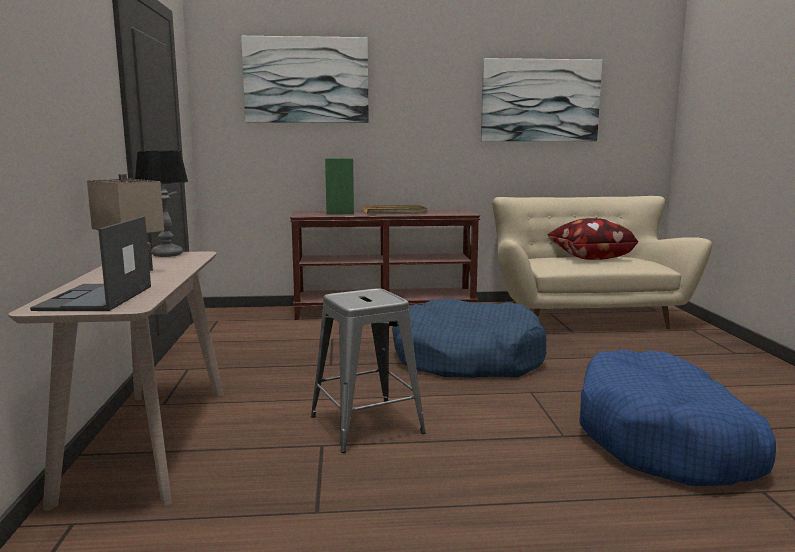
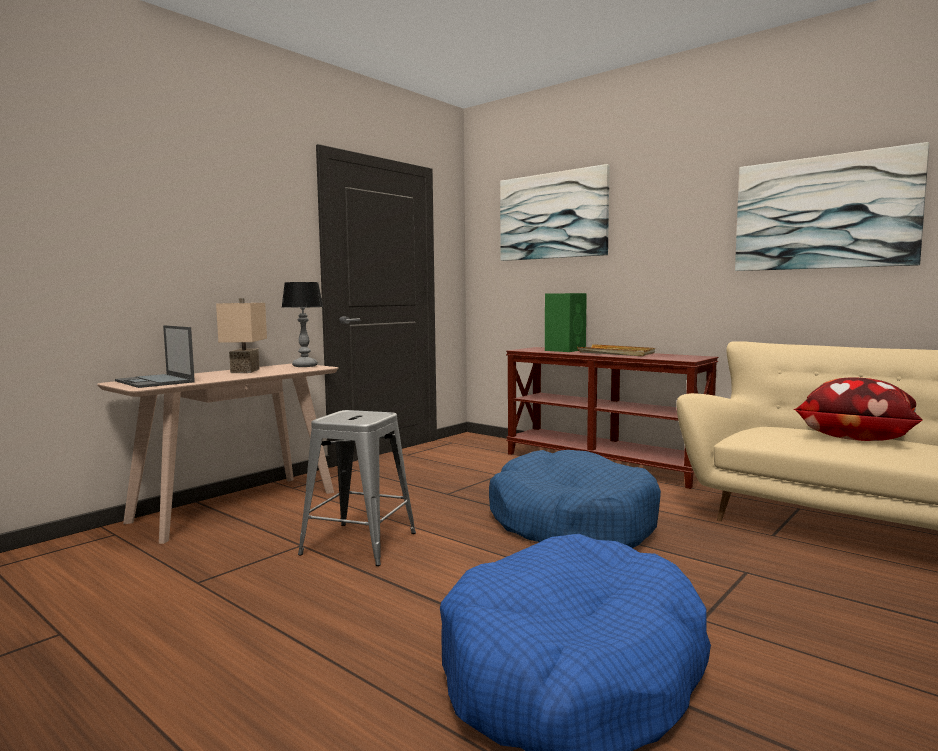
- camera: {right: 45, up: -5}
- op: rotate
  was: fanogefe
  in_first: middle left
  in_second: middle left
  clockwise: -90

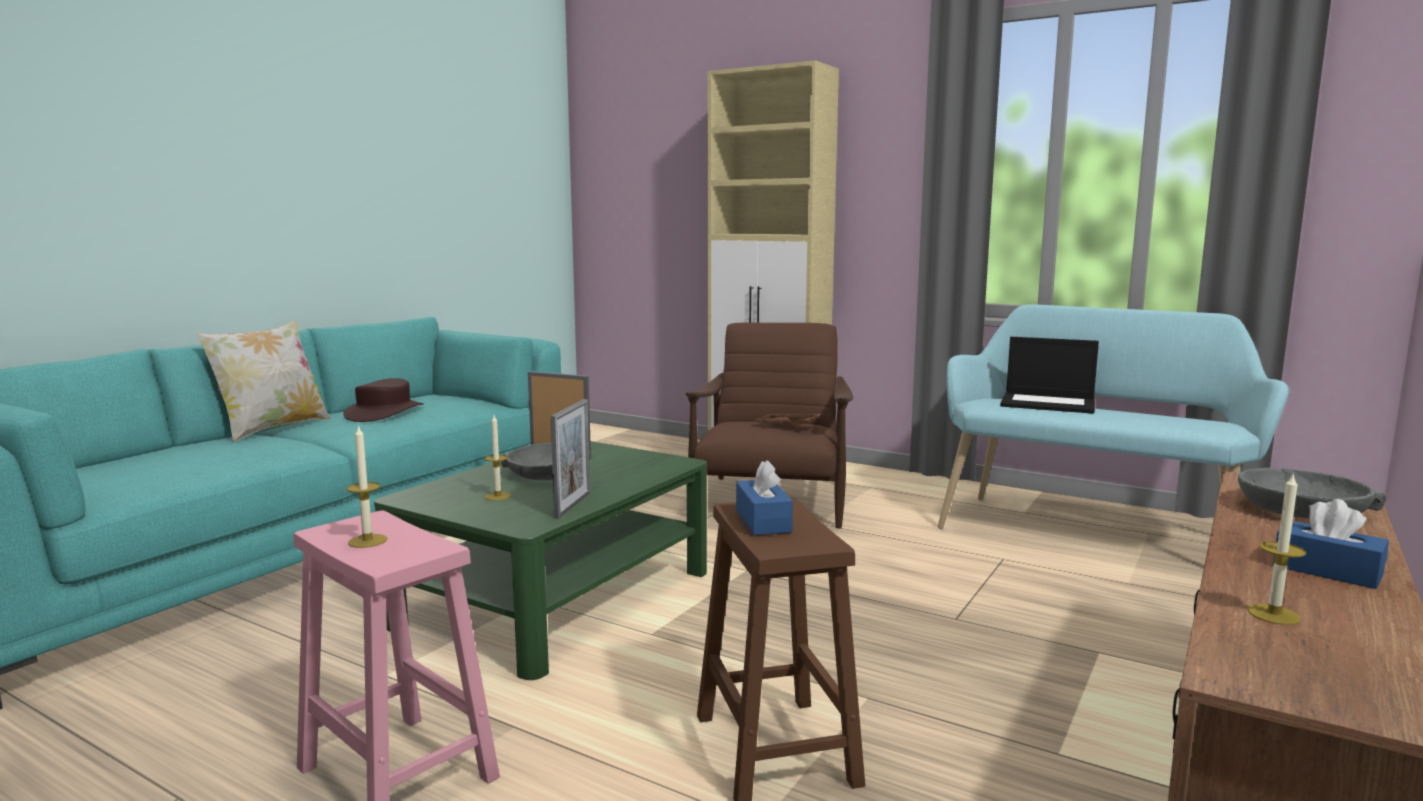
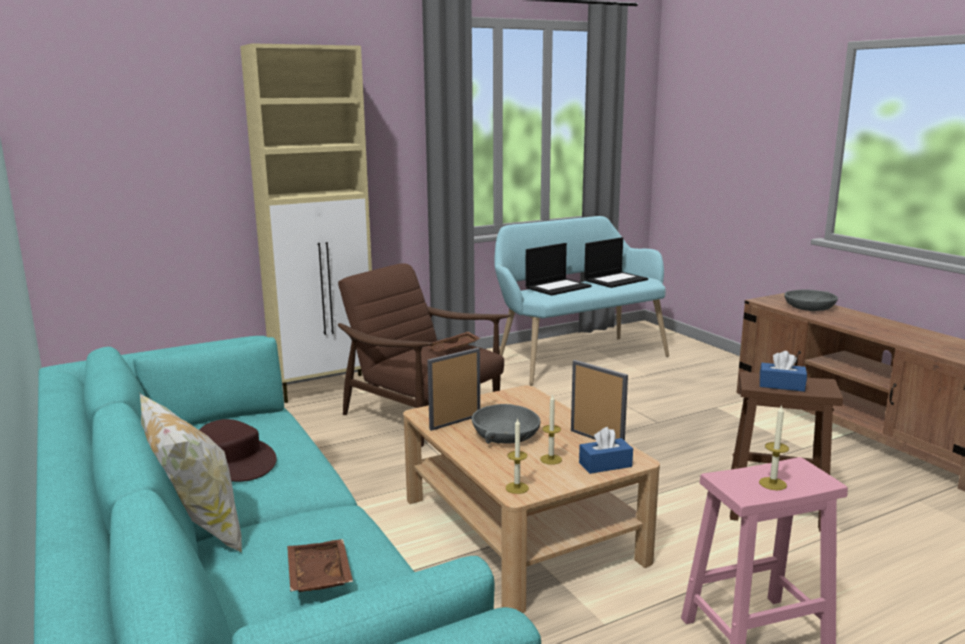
- camera: {right: -60, up: 5}
- op: insert
  now: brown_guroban (1st from left)
  in_second: bottom left
- op: insert
  now: fanogefe (2nd from left)
  in_second: centre
- op: move
  was: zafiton (3rd from left in the first image)
  now: zafiton (1st from left)
  in_first: bottom right
  in_second: bottom centre
- op: move
  was: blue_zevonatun (2nd from left in the first image)
  now: blue_zevonatun (1st from left)
  in_first: bottom right
  in_second: bottom centre
- op: recolor
  was: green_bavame
  now: beige_bavame
  in_first: bottom centre
  in_second: bottom centre

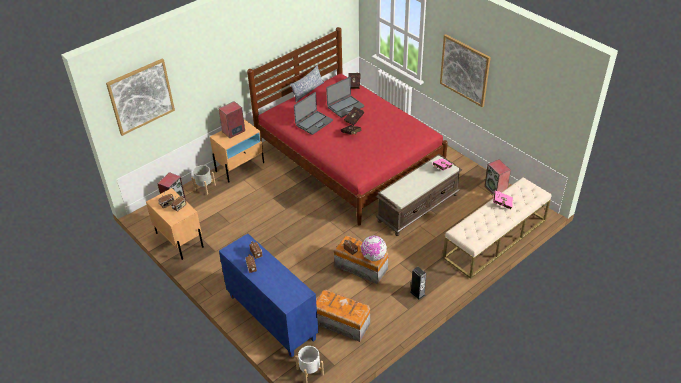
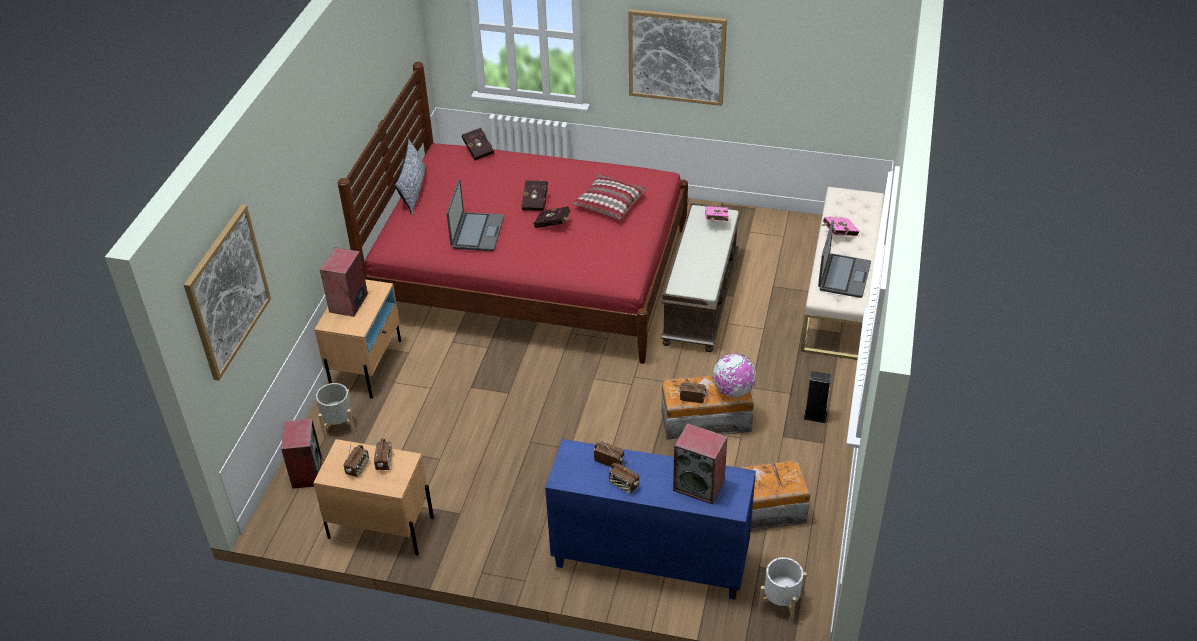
- camera: {right: -35, up: 0}
- op: insert
  now: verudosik (2nd from left)
  in_second: top centre
- op: move
  was: fanogefe (2nd from left)
  in_first: top centre
  in_second: middle right
- op: move
  was: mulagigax (4th from left in the first image)
  now: mulagigax (3rd from left)
  in_first: middle right
  in_second: bottom centre

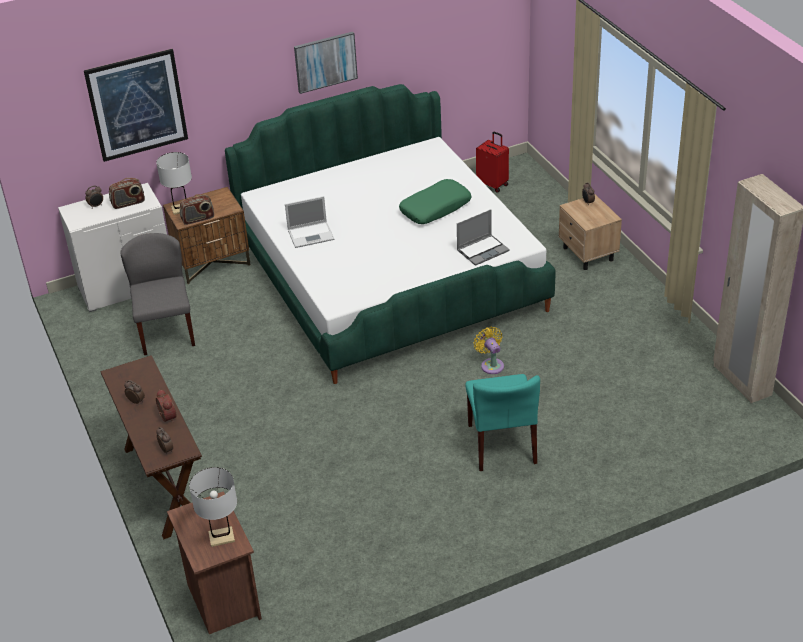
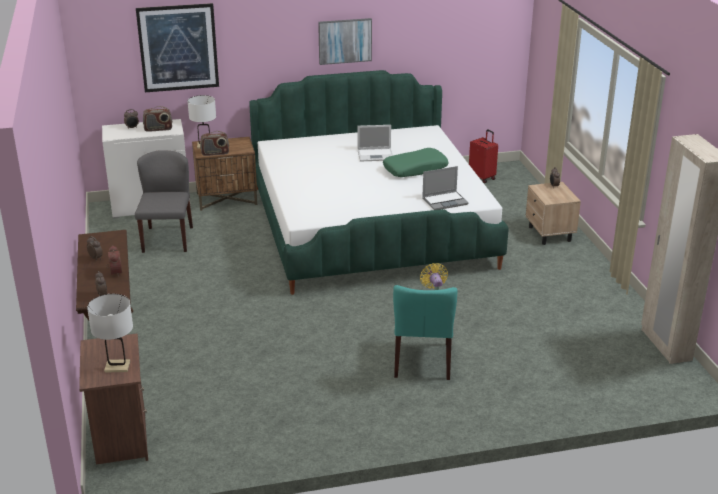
- camera: {right: 10, up: -10}
- op: move
  was: fanogefe (1st from left)
  in_first: centre
  in_second: top centre

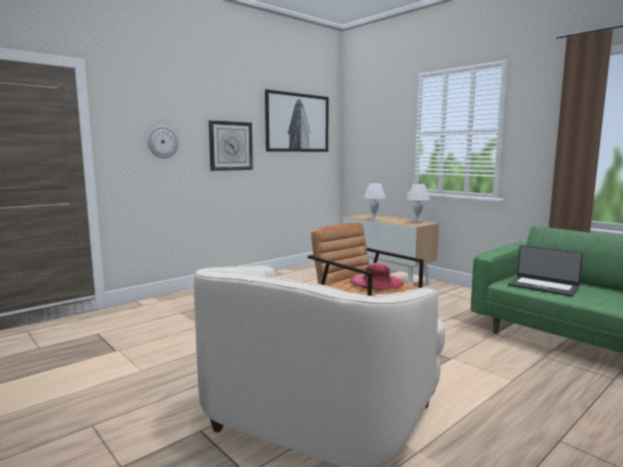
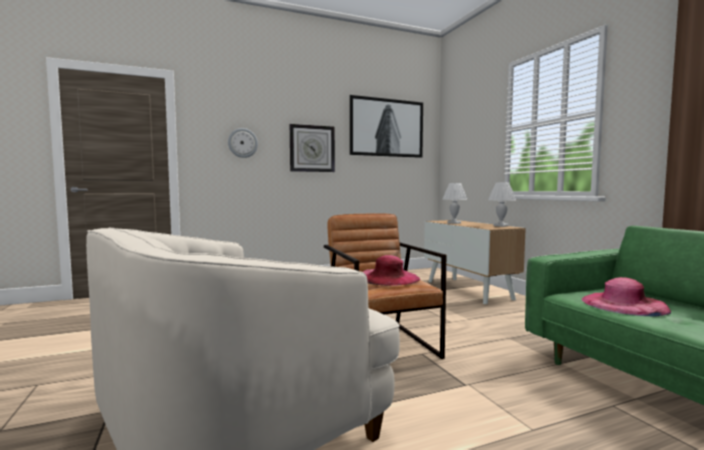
- camera: {right: 20, up: -5}
- op: replace
  was: fanogefe
  now: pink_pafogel (2nd from left)
  in_first: middle right
  in_second: middle right

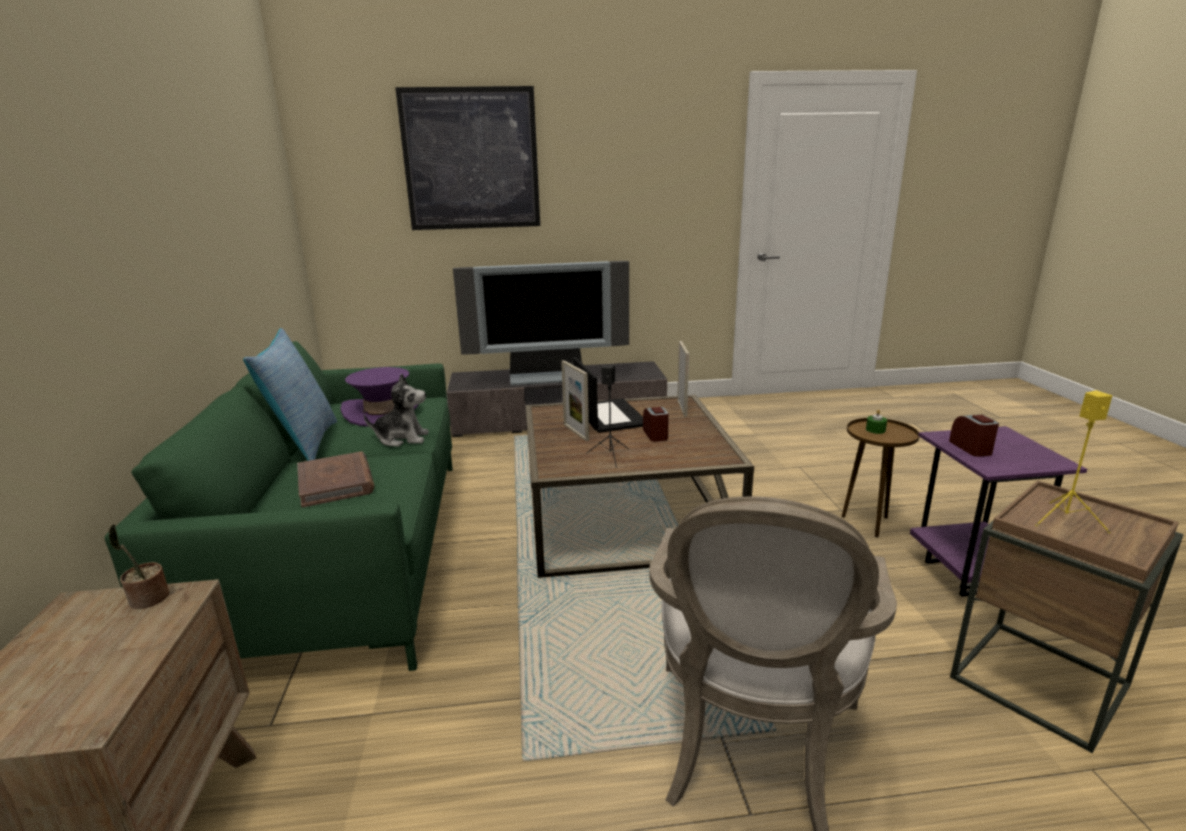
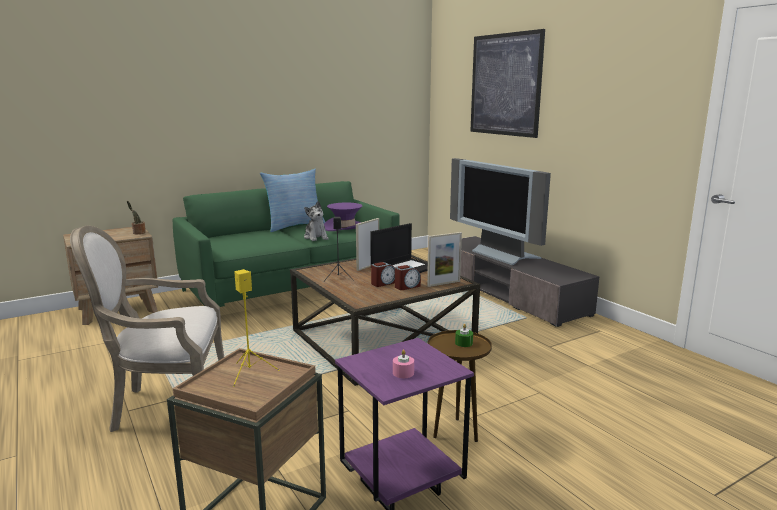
- camera: {right: 65, up: -5}
- op: delete
  was: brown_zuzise
  in_first: middle left
- op: insert
  now: pink_zafiton
  in_second: bottom centre
- op: move
  was: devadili (2nd from left)
  in_first: middle right
  in_second: centre

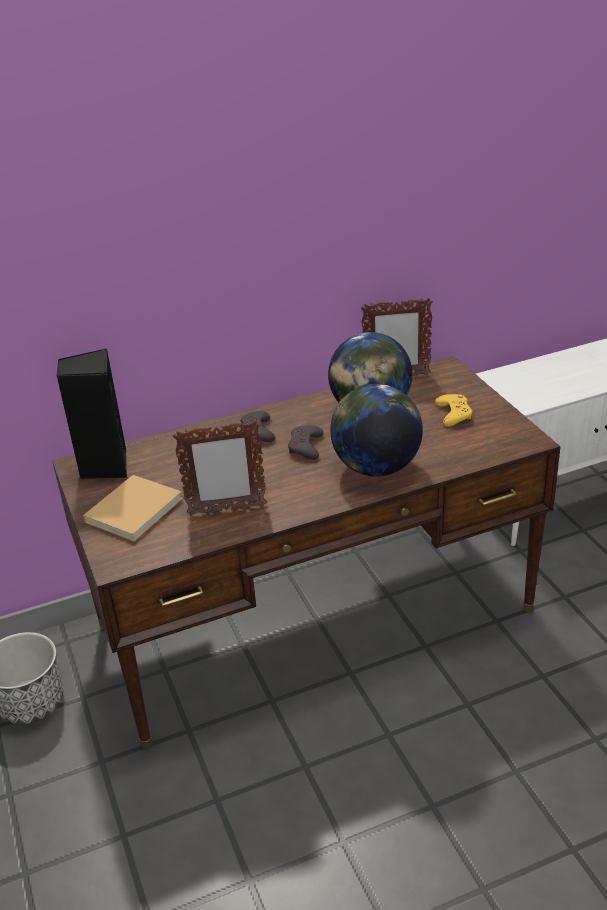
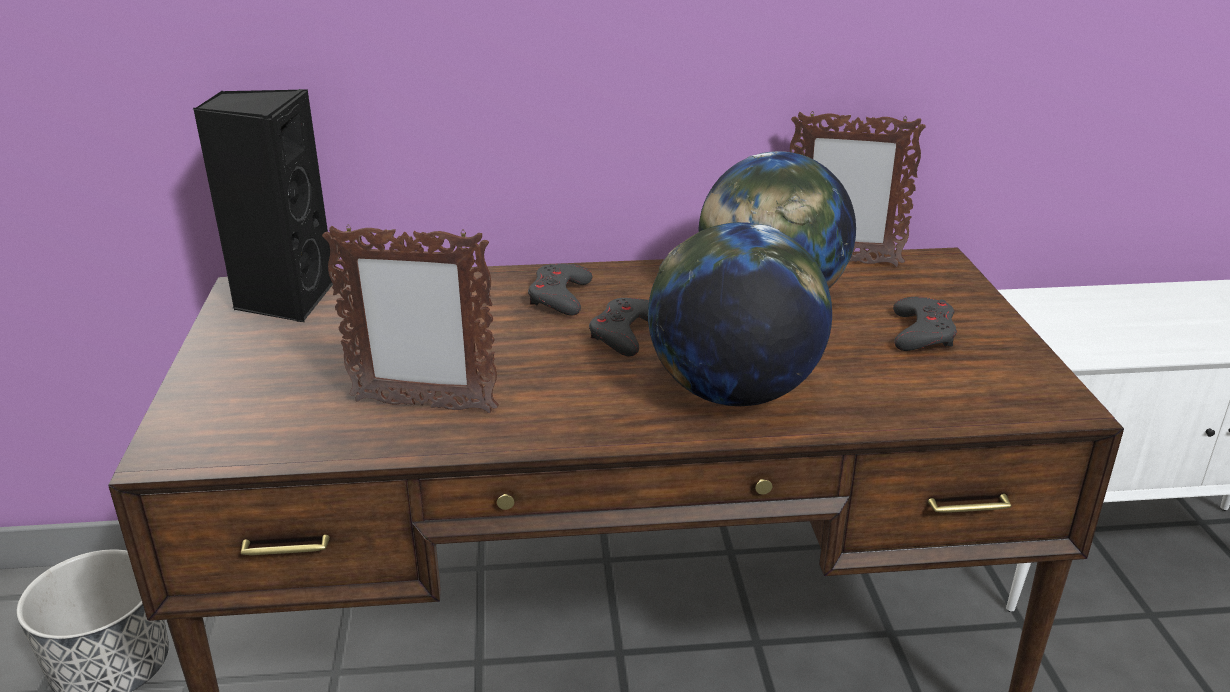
- camera: {right: 15, up: -5}
- op: delete
  was: beige_zuzise
  in_first: middle left
- op: recolor
  was: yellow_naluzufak
  now: grey_naluzufak (3rd from left)
  in_first: middle right
  in_second: middle right

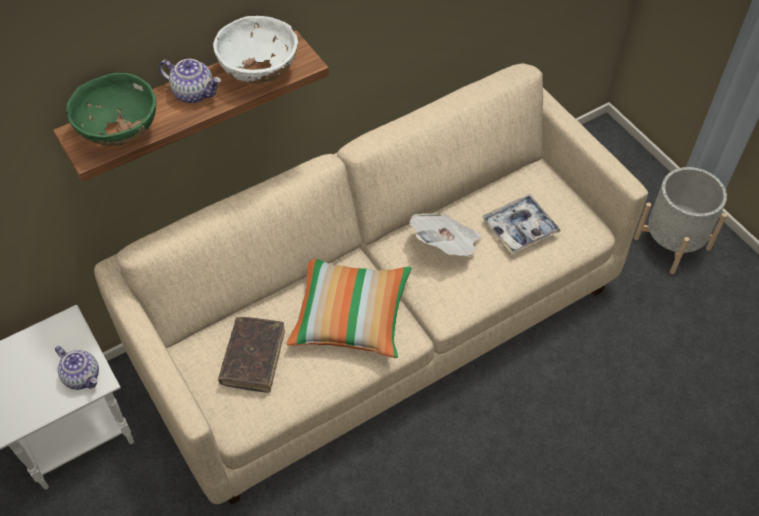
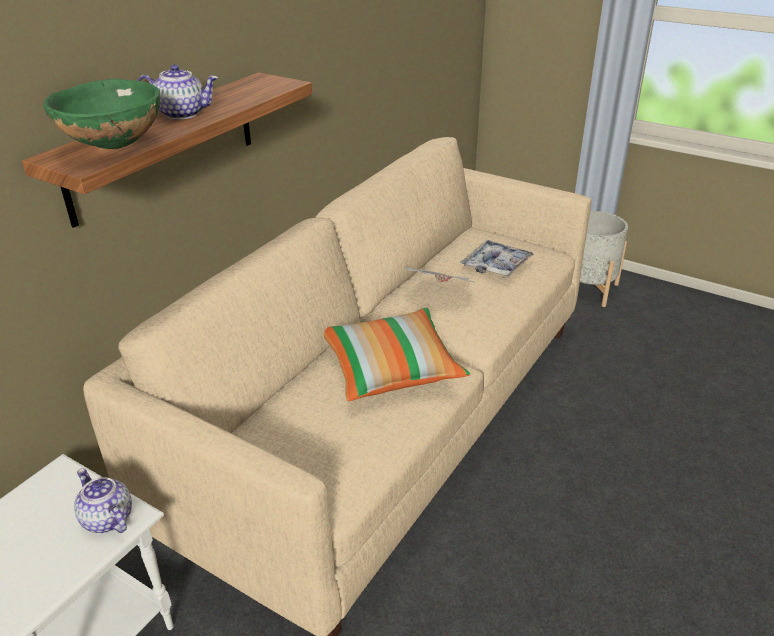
- camera: {right: -25, up: -20}
- op: delete
  was: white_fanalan
  in_first: top centre
- op: delete
  was: brown_zuzise
  in_first: bottom left
- op: rotate
  was: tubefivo (1st from left)
  in_first: bottom left
  in_second: bottom left
  clockwise: -150

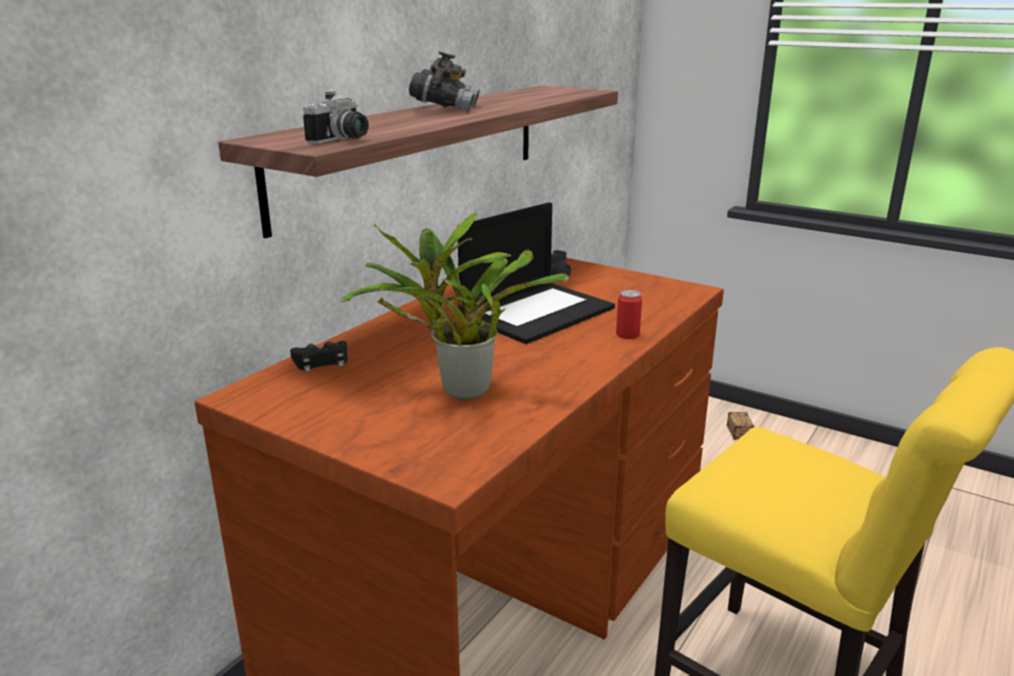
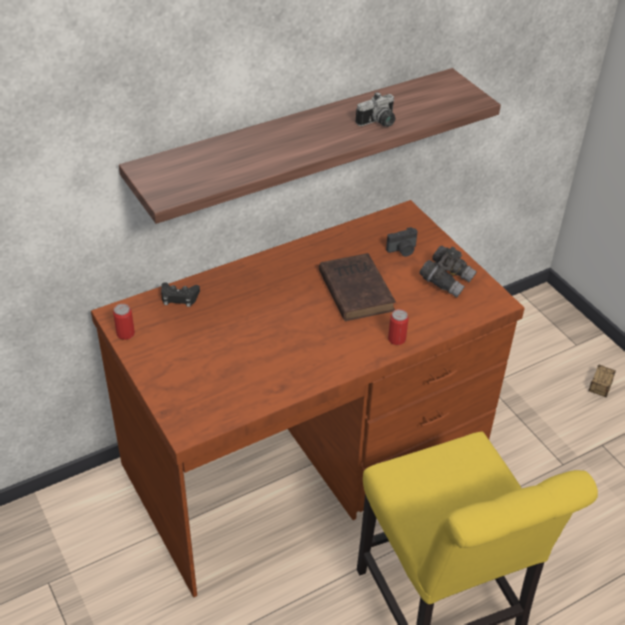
- camera: {right: 25, up: 20}
- op: delete
  was: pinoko
  in_first: centre
- op: insert
  now: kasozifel (1st from left)
  in_second: middle left
- op: move
  was: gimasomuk (1st from left)
  in_first: top left
  in_second: top centre
- op: move
  was: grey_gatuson
  in_first: top centre
  in_second: middle right
- op: replace
  was: fanogefe
  now: brown_zuzise
  in_first: centre
  in_second: centre

